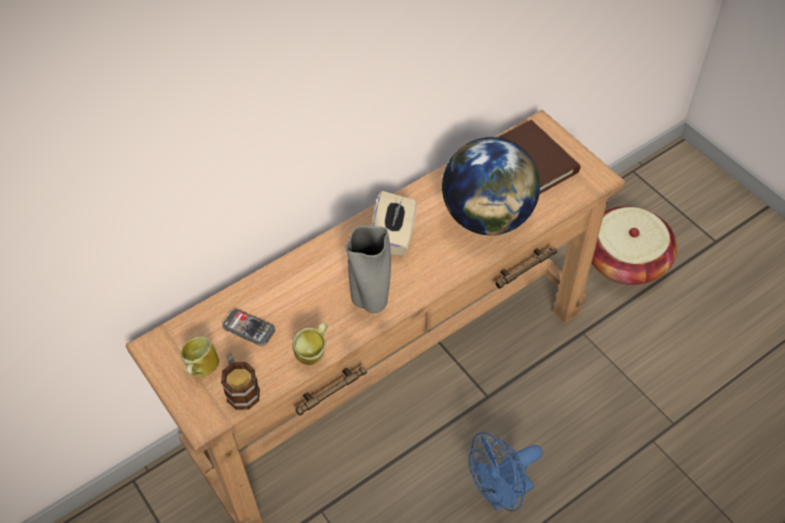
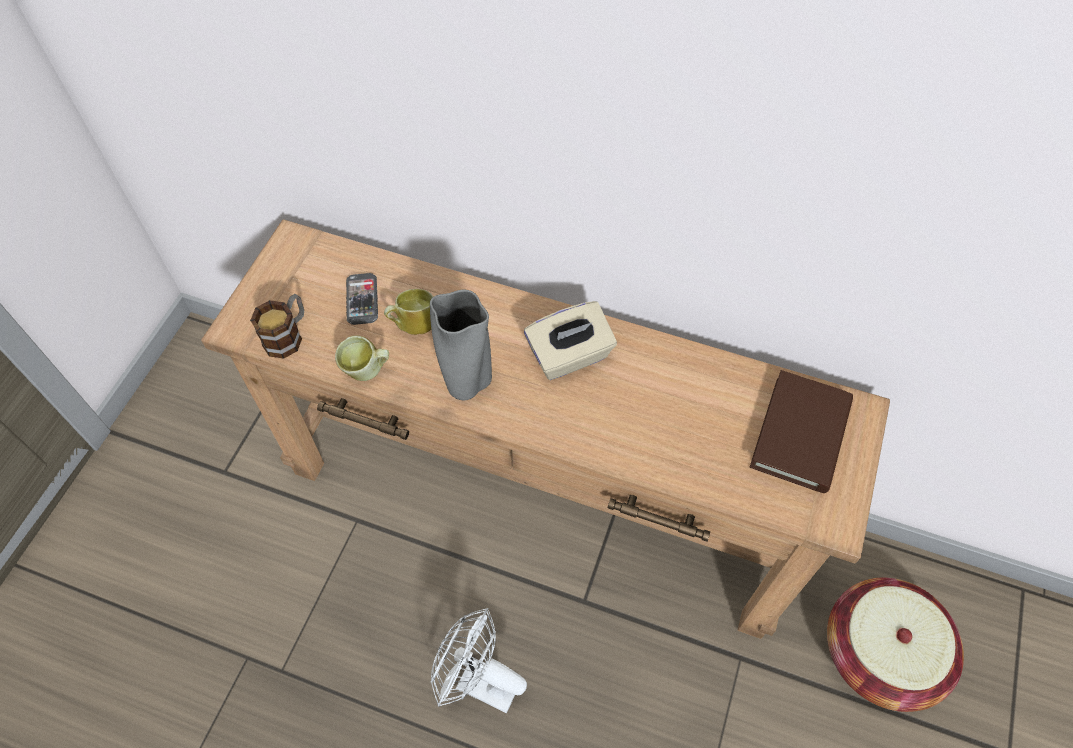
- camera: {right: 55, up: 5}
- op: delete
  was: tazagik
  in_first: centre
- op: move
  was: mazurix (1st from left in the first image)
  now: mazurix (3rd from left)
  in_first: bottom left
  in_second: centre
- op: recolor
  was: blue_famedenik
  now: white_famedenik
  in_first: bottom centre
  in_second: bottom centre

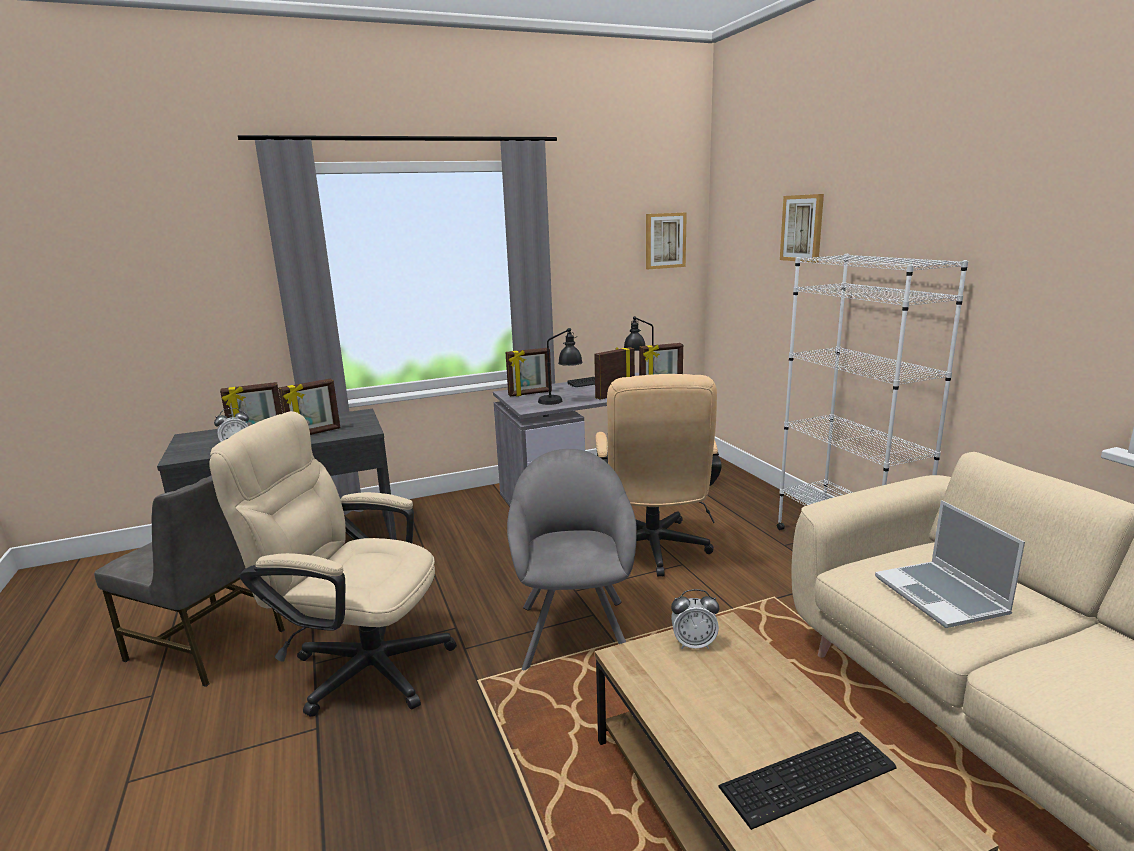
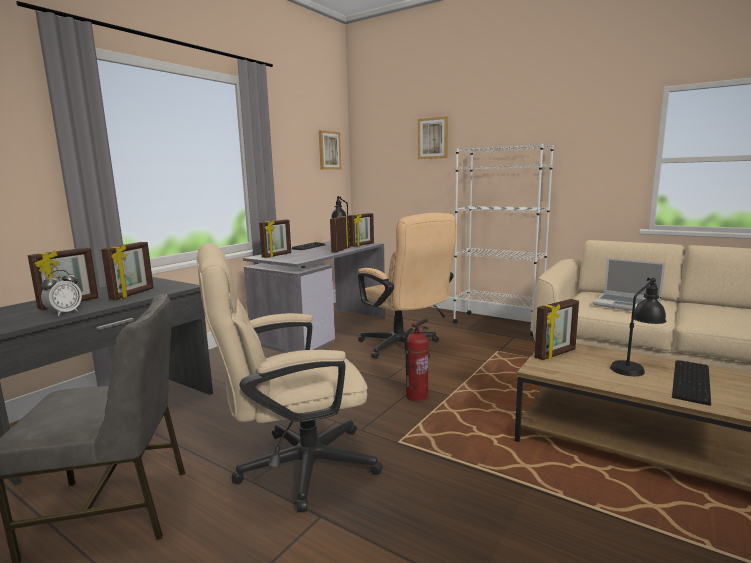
- camera: {right: -35, up: -5}
- op: move
  was: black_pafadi (1st from left in the first image)
  now: black_pafadi (2nd from left)
  in_first: centre
  in_second: middle right
- op: replace
  was: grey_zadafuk
  now: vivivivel
  in_first: centre
  in_second: centre
- op: replace
  was: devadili (2nd from left)
  now: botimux (6th from left)
  in_first: bottom centre
  in_second: middle right

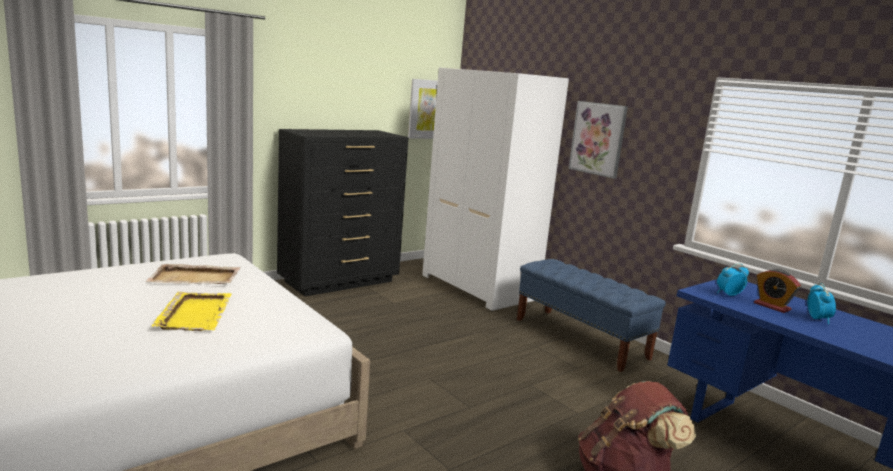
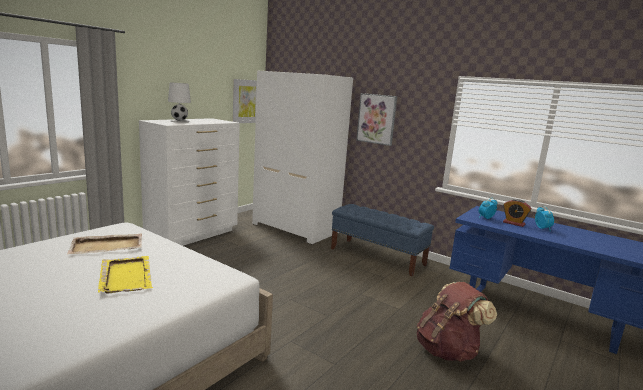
- camera: {right: -15, up: 0}
- op: insert
  now: white_pafadi
  in_second: top left
- op: recolor
  was: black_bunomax
  now: white_bunomax
  in_first: centre
  in_second: middle left

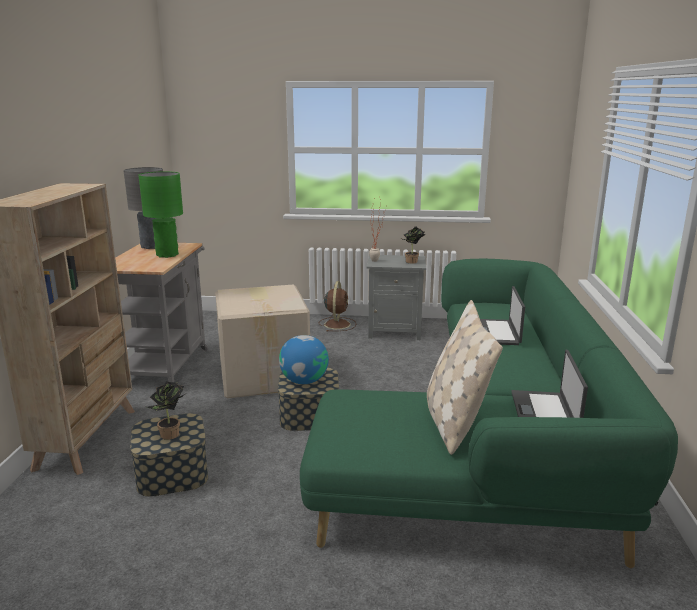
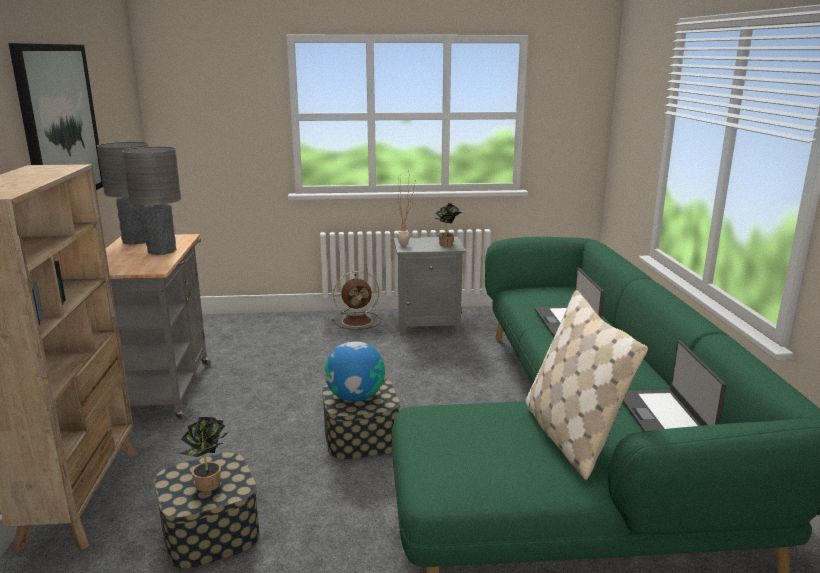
- camera: {right: -10, up: 0}
- op: delete
  was: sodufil
  in_first: centre
- op: insert
  now: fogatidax
  in_second: top left
- op: recolor
  was: green_pafadi
  now: grey_pafadi (2nd from left)
  in_first: middle left
  in_second: middle left
- op: rotate
  was: brown_famedenik
  in_first: centre
  in_second: centre
  clockwise: 75

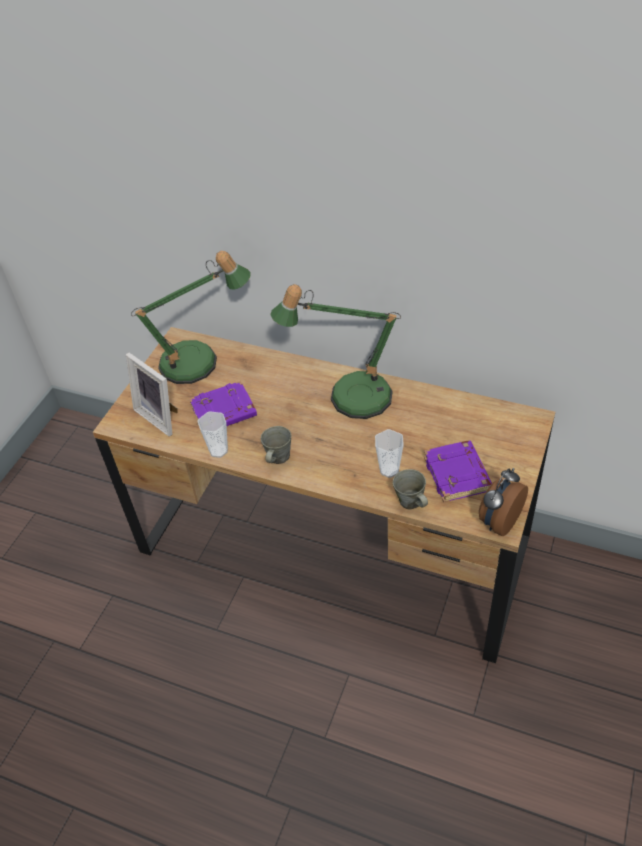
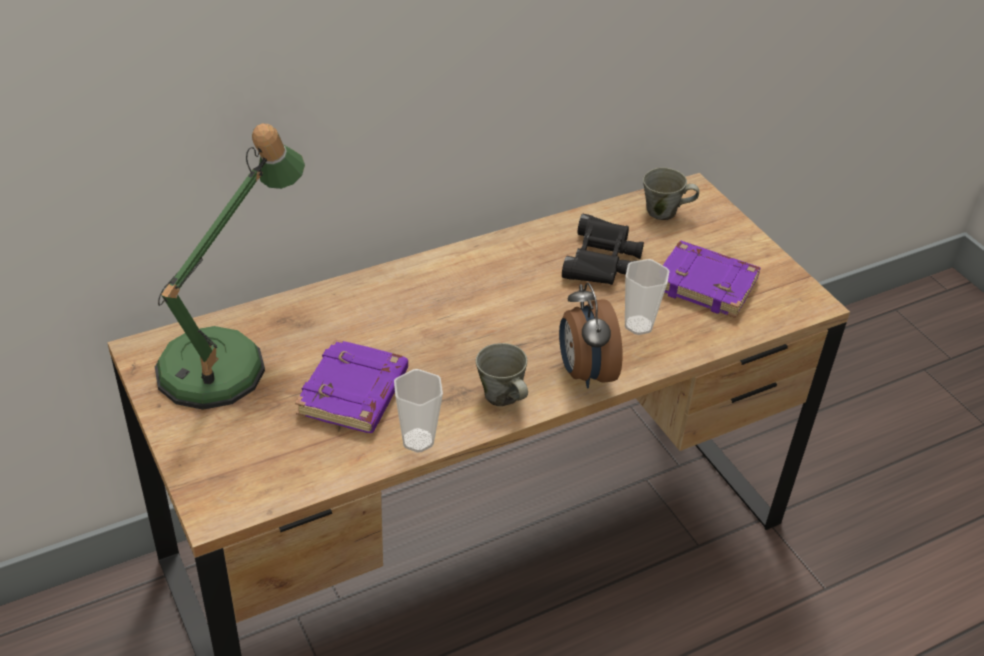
- camera: {right: -55, up: -5}
- op: delete
  was: botimux
  in_first: middle left
- op: delete
  was: pafadi (2nd from left)
  in_first: centre
- op: insert
  now: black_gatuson
  in_second: centre
- op: move
  was: grey_mazurix (2nd from left)
  in_first: centre
  in_second: top right
- op: move
  was: devadili
  in_first: middle right
  in_second: centre

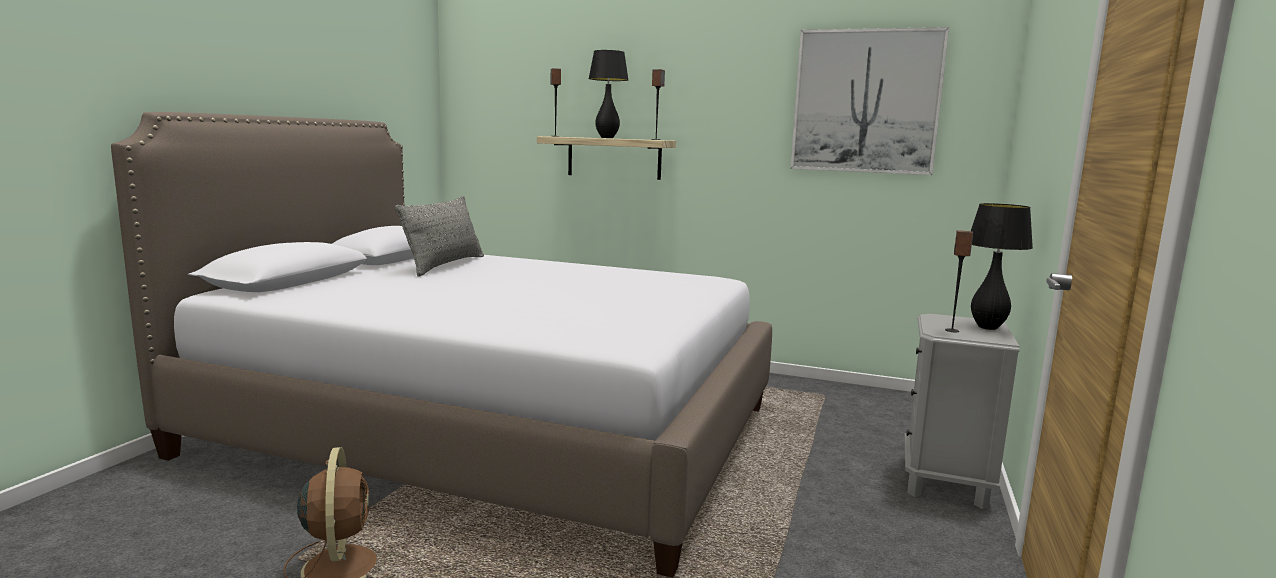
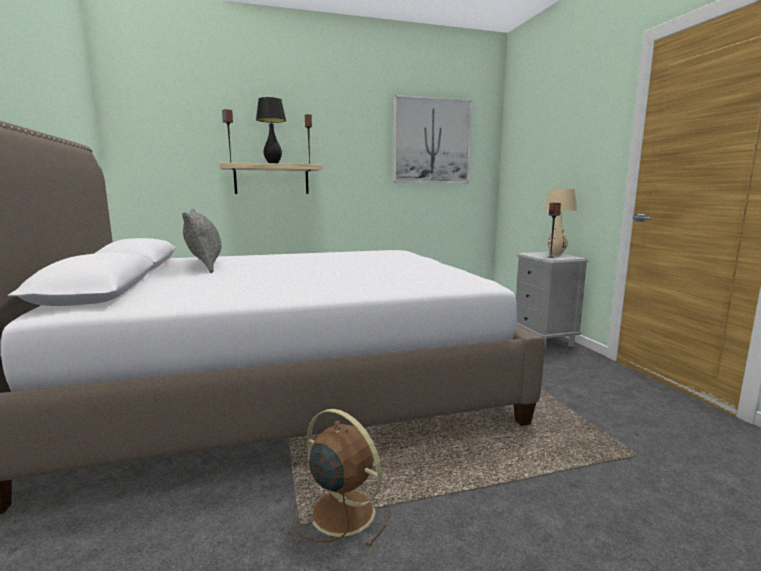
- camera: {right: -35, up: 0}
- op: recolor
  was: black_pafadi (2nd from left)
  now: beige_pafadi
  in_first: middle right
  in_second: middle right

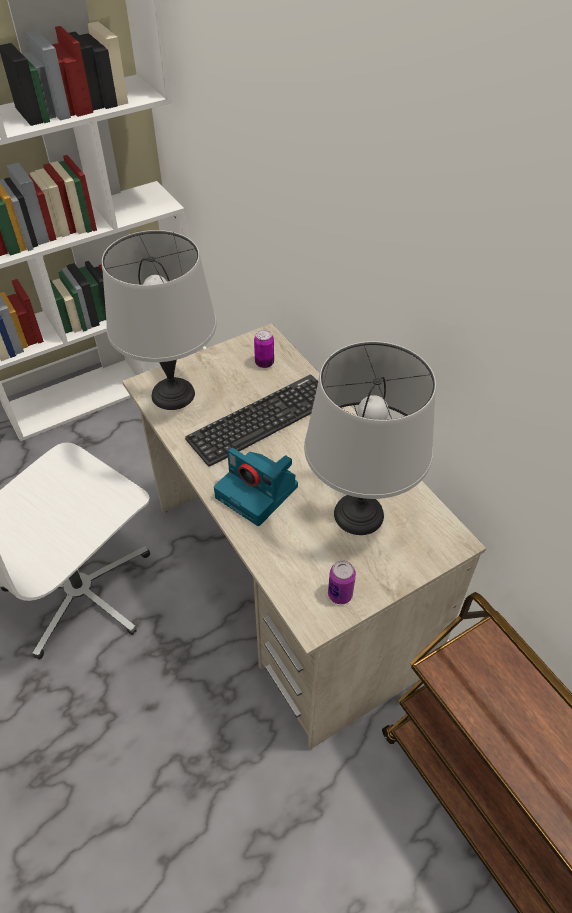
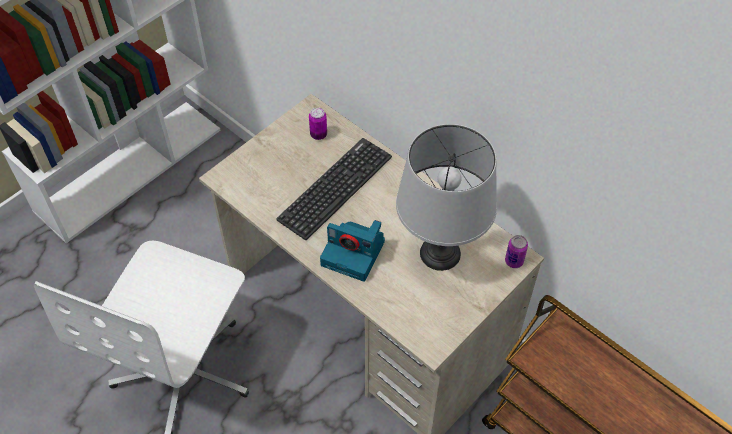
- camera: {right: -15, up: 5}
- op: delete
  was: grey_pafadi (1st from left)
  in_first: middle left
- op: move
  was: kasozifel (2nd from left)
  in_first: centre
  in_second: middle right

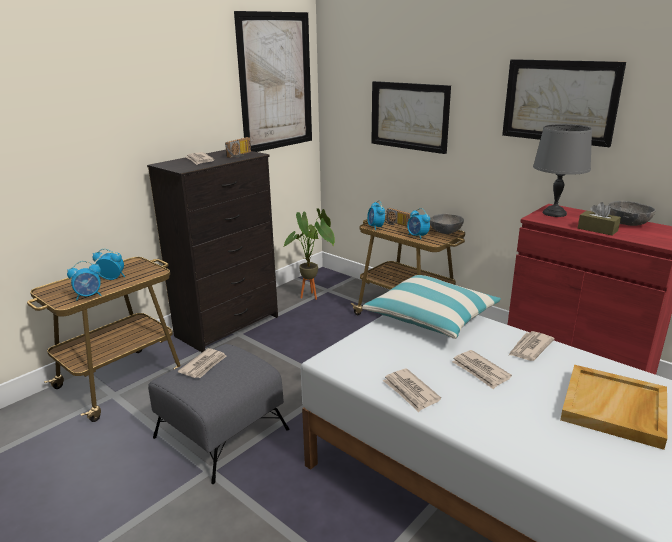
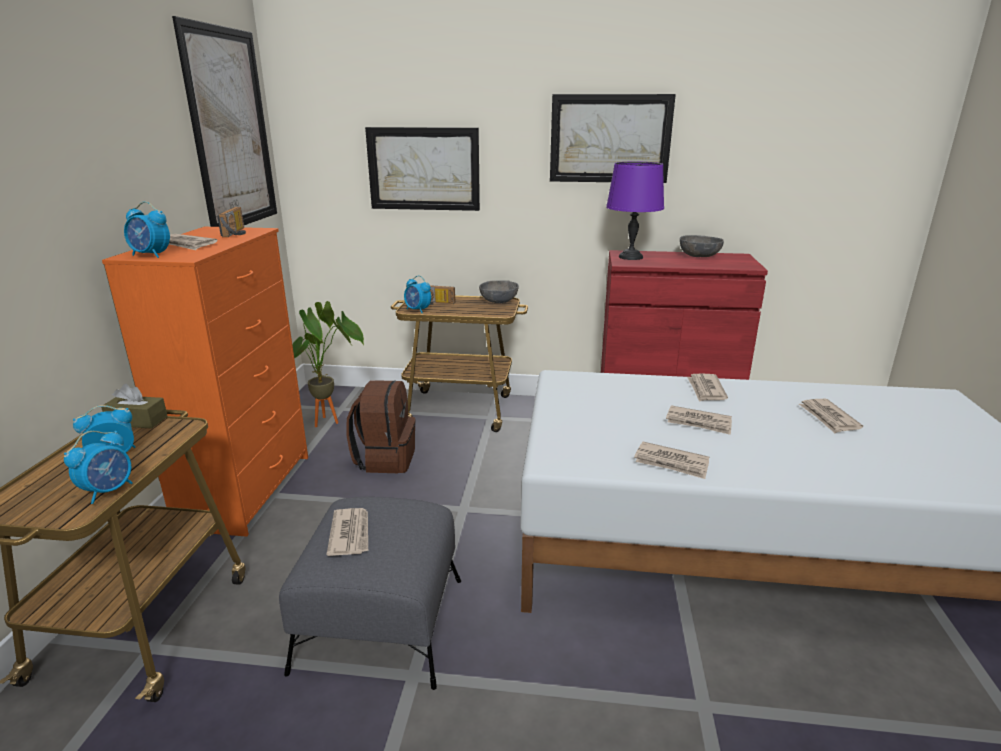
- camera: {right: -35, up: 0}
- op: delete
  was: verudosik
  in_first: centre
- op: insert
  now: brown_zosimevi
  in_second: centre
- op: move
  was: devadili (4th from left in the first image)
  now: devadili (3rd from left)
  in_first: centre
  in_second: top left
- op: move
  was: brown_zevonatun
  in_first: middle right
  in_second: middle left
- op: replace
  was: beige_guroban
  now: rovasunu (6th from left)
  in_first: bottom right
  in_second: middle right
- op: recolor
  was: black_bunomax
  now: orange_bunomax
  in_first: middle left
  in_second: middle left
- op: recolor
  was: grey_pafadi
  now: purple_pafadi
  in_first: top right
  in_second: top centre

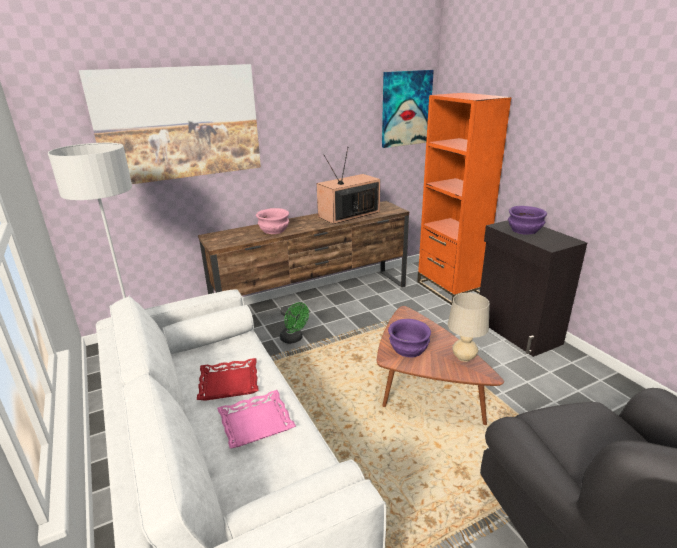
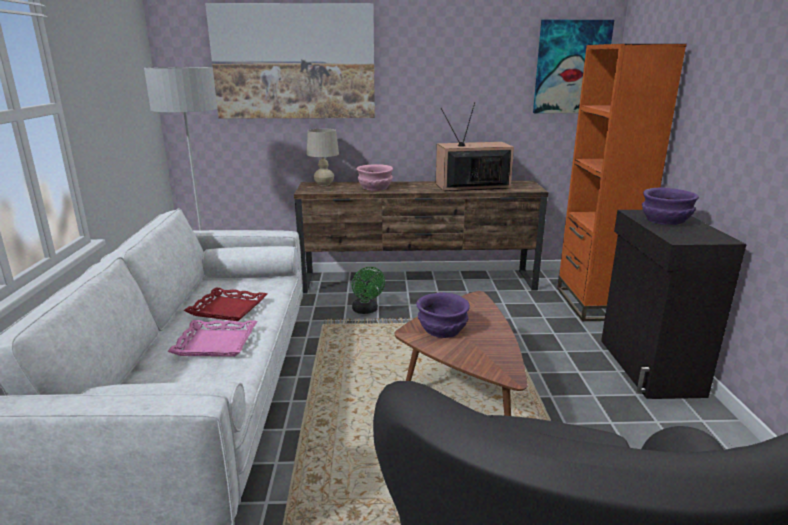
- camera: {right: 25, up: -5}
- op: move
  was: beige_pafadi
  in_first: middle right
  in_second: top centre

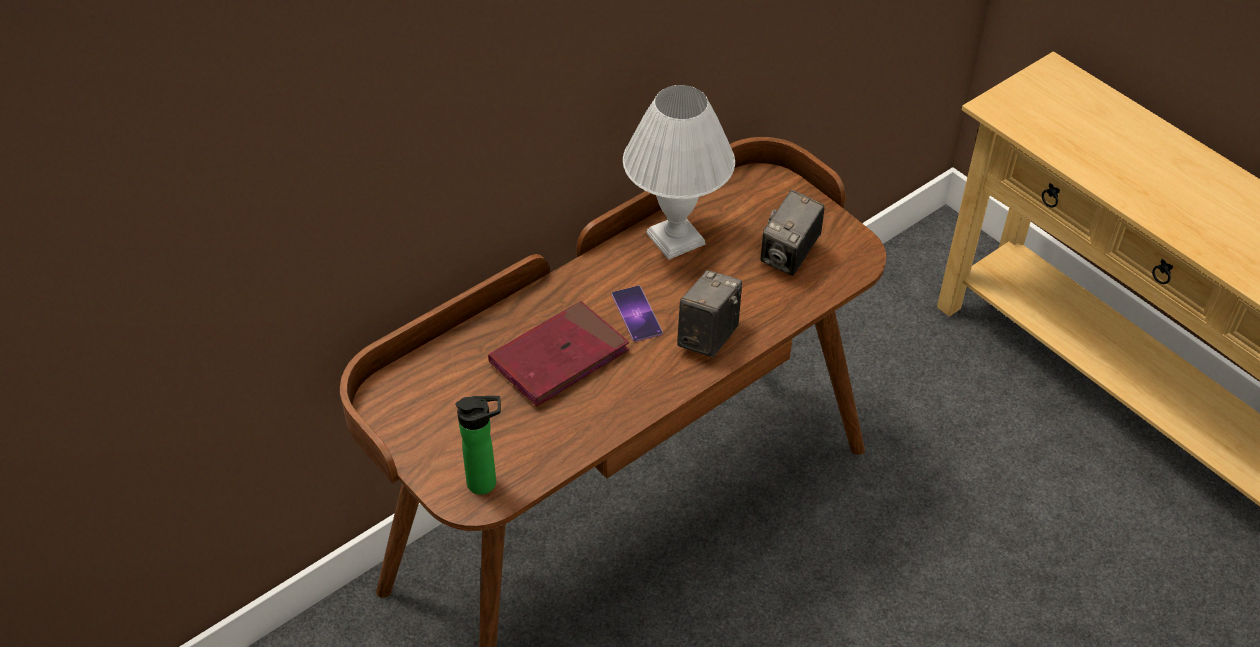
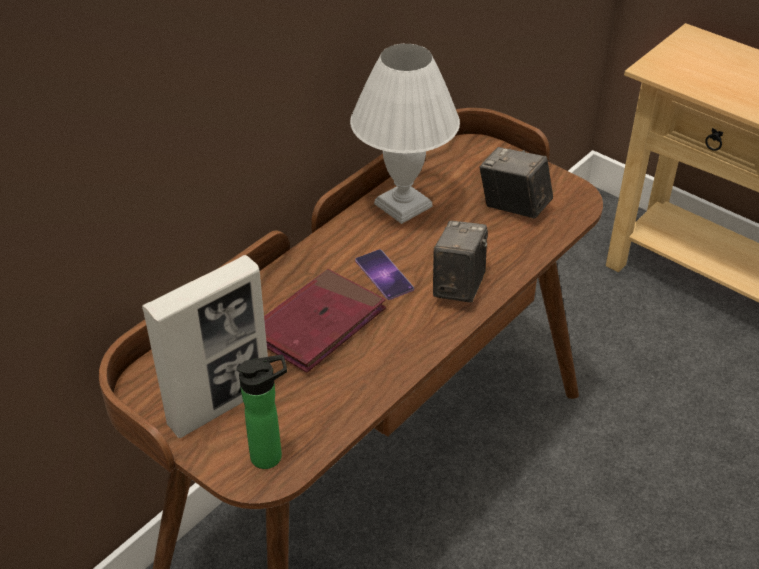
- camera: {right: -10, up: -5}
- op: insert
  now: botimux
  in_second: middle left
- op: rotate
  was: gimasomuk (2nd from left)
  in_first: centre
  in_second: top right
  clockwise: 105

